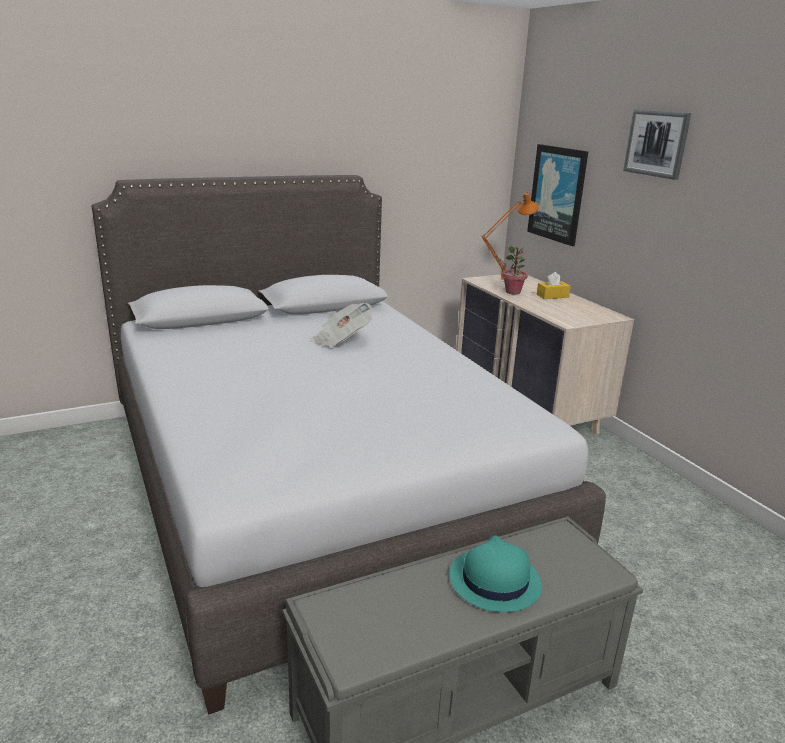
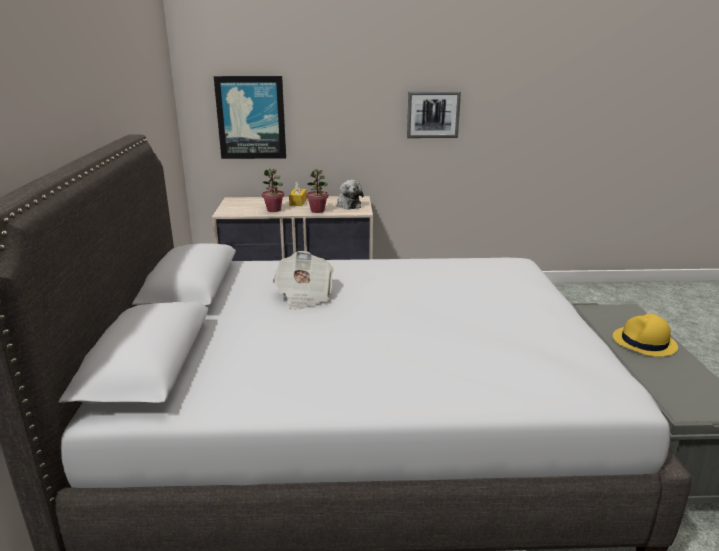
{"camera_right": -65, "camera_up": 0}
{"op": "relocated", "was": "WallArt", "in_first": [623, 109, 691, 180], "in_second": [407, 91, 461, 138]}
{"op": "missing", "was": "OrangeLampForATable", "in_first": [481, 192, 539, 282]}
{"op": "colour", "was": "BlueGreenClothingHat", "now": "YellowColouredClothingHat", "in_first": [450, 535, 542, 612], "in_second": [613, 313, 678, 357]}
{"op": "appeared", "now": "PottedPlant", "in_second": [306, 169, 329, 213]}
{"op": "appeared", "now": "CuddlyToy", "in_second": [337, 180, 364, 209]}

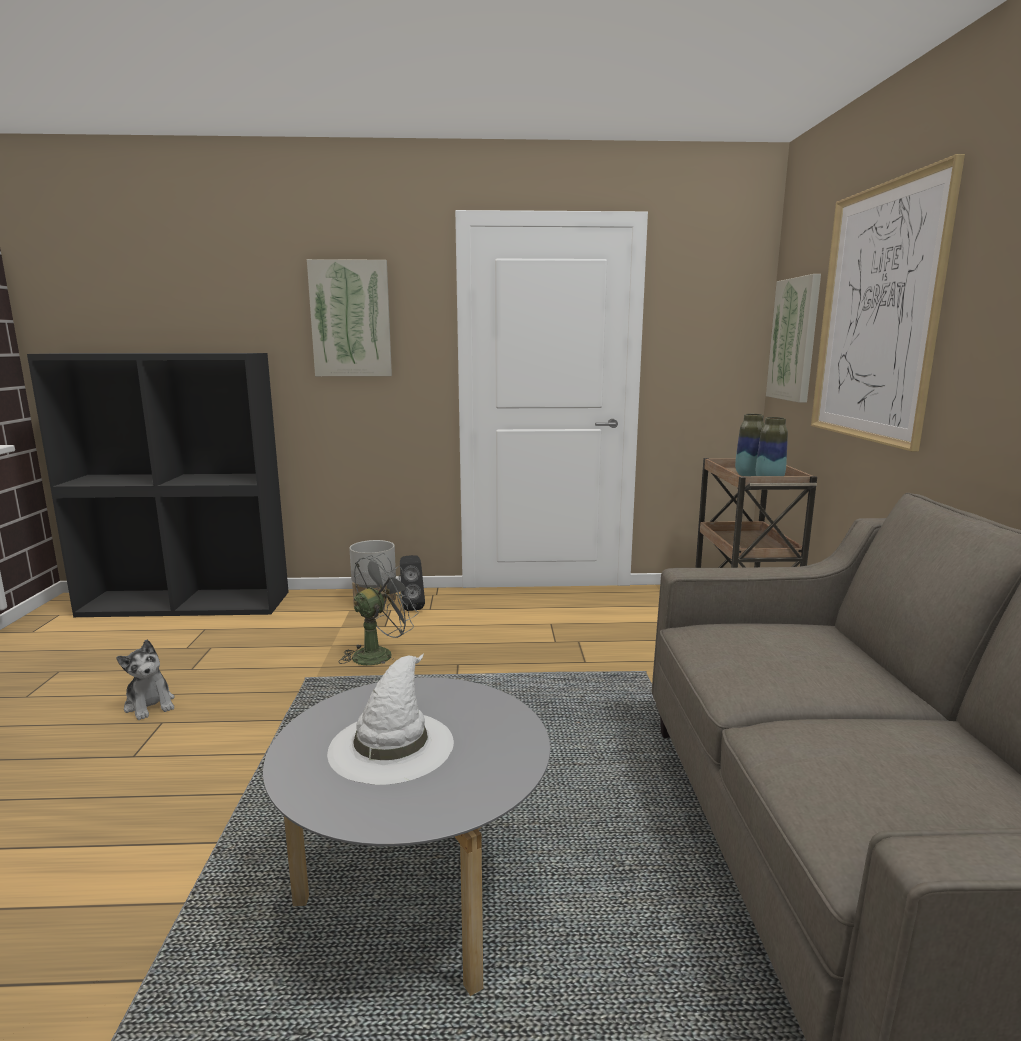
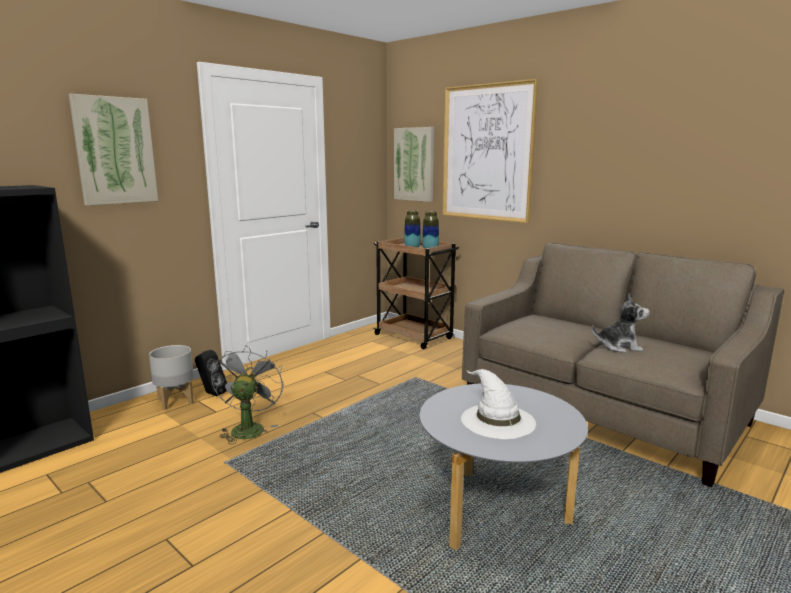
{"camera_right": -45, "camera_up": 0}
{"op": "relocated", "was": "CuddlyToy", "in_first": [116, 640, 175, 720], "in_second": [592, 294, 650, 353]}

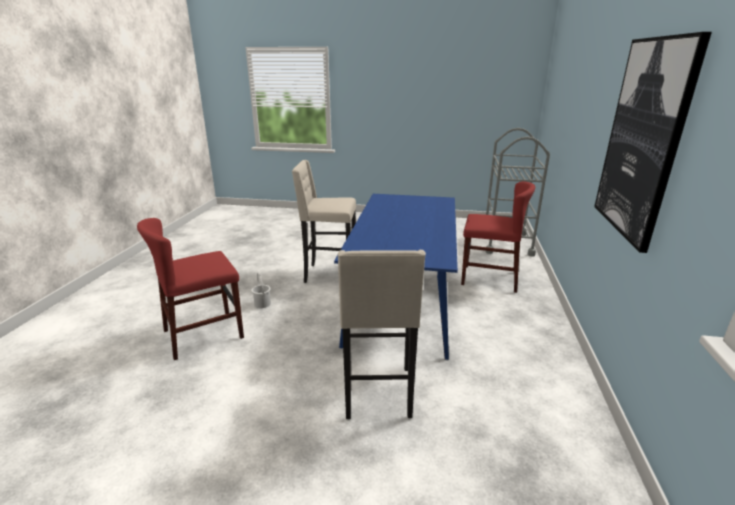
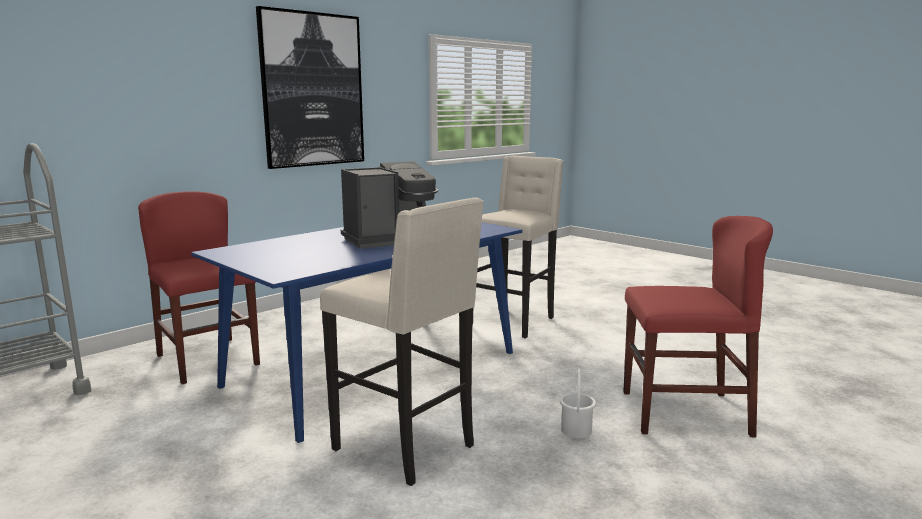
{"camera_right": -145, "camera_up": -10}
{"op": "appeared", "now": "CoffeeBrewer", "in_second": [341, 161, 438, 249]}

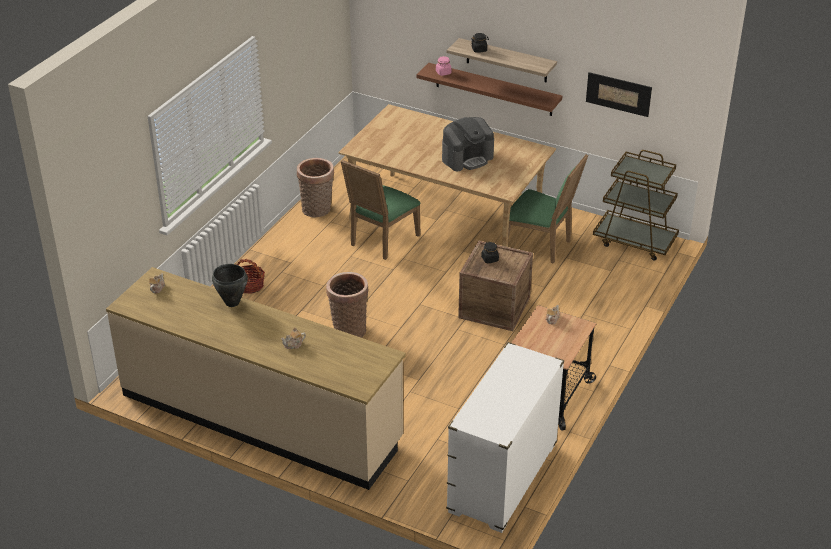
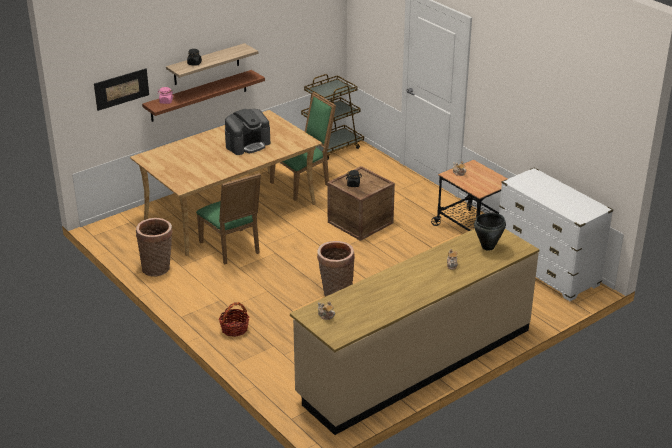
{"camera_right": -65, "camera_up": -5}
{"op": "relocated", "was": "WallArt", "in_first": [586, 72, 652, 117], "in_second": [94, 69, 149, 111]}
{"op": "spun", "was": "CoffeeBrewer", "in_first": [442, 117, 494, 171], "in_second": [225, 109, 270, 155], "clockwise": 60}
{"op": "relocated", "was": "BlackColouredStockpot", "in_first": [212, 264, 248, 307], "in_second": [474, 213, 506, 251]}

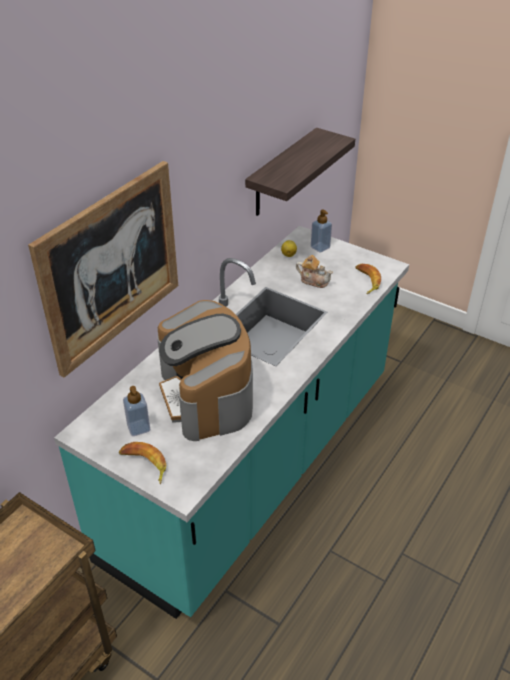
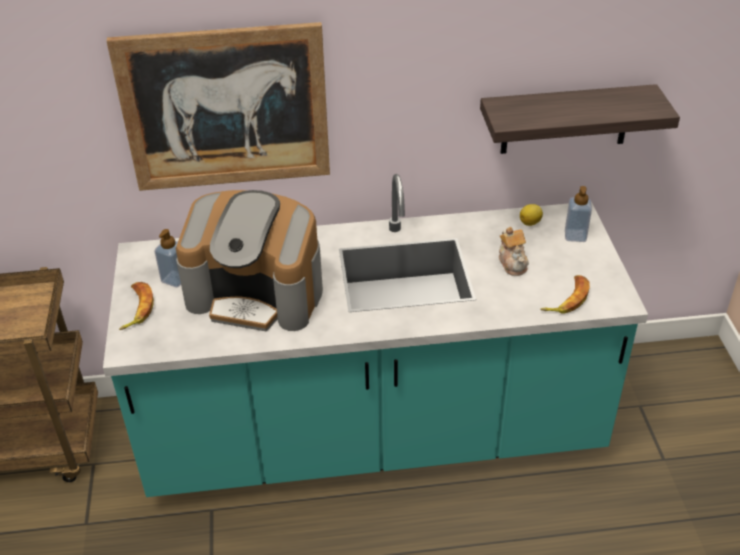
{"camera_right": 50, "camera_up": 0}
{"op": "spun", "was": "CoffeeBrewer", "in_first": [157, 300, 253, 441], "in_second": [176, 190, 323, 332], "clockwise": -105}

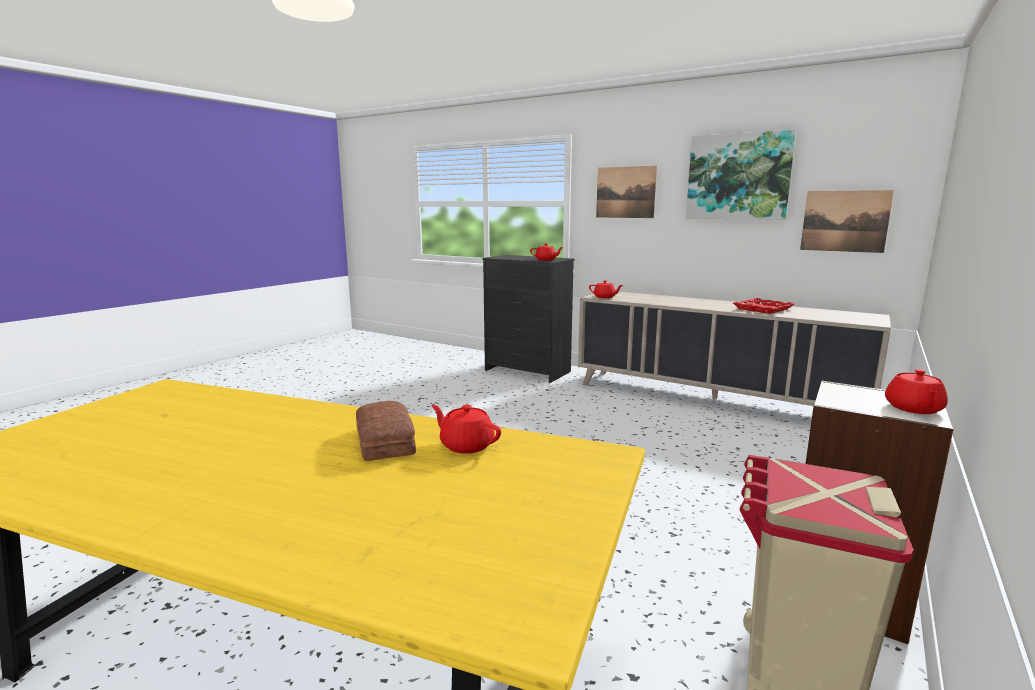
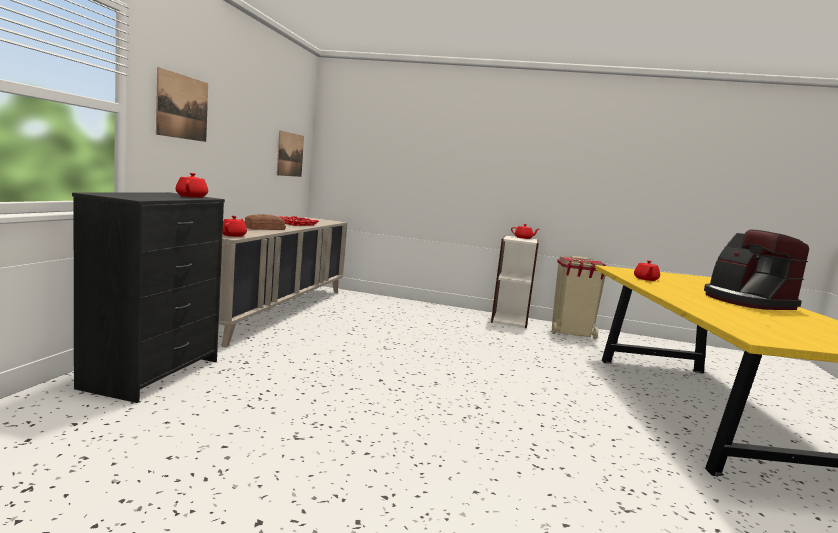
{"camera_right": -110, "camera_up": -5}
{"op": "missing", "was": "WallArt", "in_first": [686, 130, 796, 220]}
{"op": "relocated", "was": "BakedBread", "in_first": [356, 401, 416, 461], "in_second": [244, 214, 286, 230]}
{"op": "appeared", "now": "CoffeeBrewer", "in_second": [704, 230, 809, 310]}

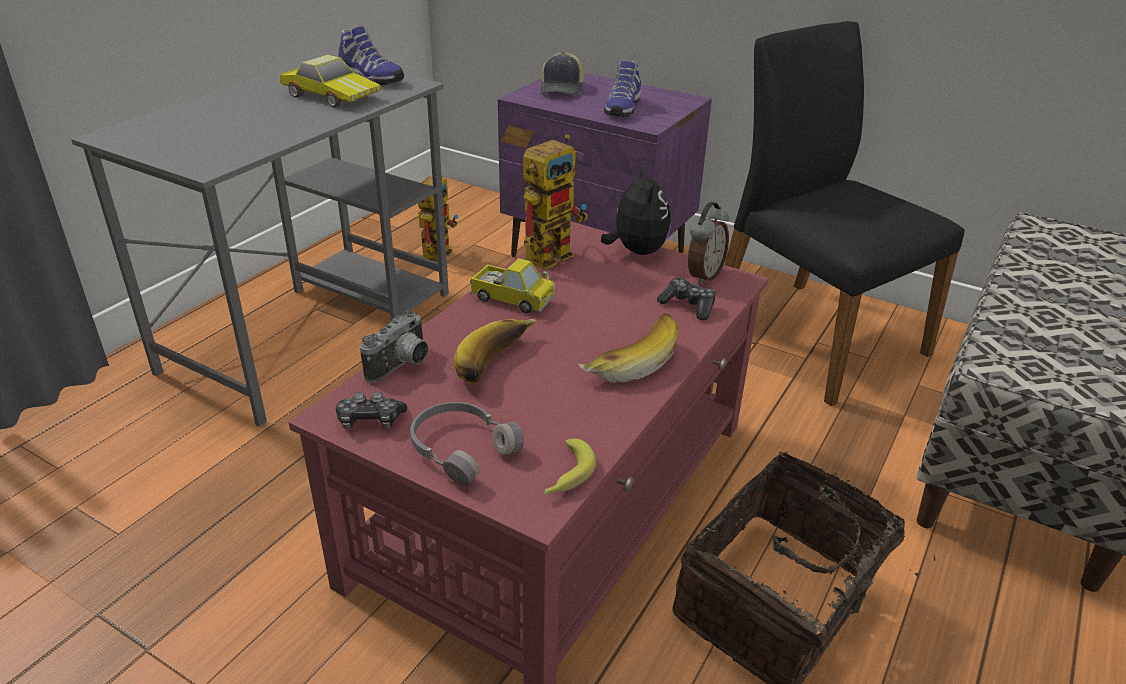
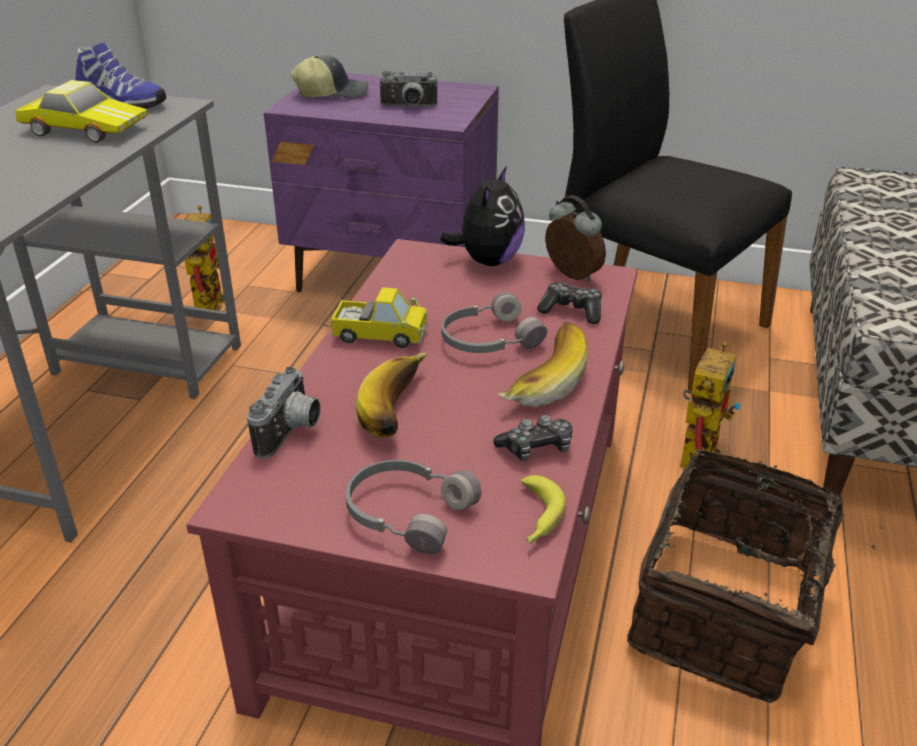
{"camera_right": -15, "camera_up": 0}
{"op": "spun", "was": "PeakedCap", "in_first": [541, 52, 584, 95], "in_second": [291, 55, 369, 99], "clockwise": -90}
{"op": "exchanged", "was": "LowShoe", "now": "StillCamera", "in_first": [604, 61, 641, 117], "in_second": [379, 71, 438, 106]}
{"op": "relocated", "was": "ModelRobot", "in_first": [523, 134, 588, 270], "in_second": [680, 342, 740, 468]}
{"op": "spun", "was": "CuddlyToy", "in_first": [601, 166, 671, 255], "in_second": [440, 166, 525, 266], "clockwise": 45}
{"op": "spun", "was": "BedsideClock", "in_first": [688, 202, 729, 285], "in_second": [545, 195, 606, 282], "clockwise": -60}
{"op": "relocated", "was": "Gamepad", "in_first": [336, 392, 407, 429], "in_second": [493, 415, 573, 461]}
{"op": "appeared", "now": "GreyHeadset", "in_second": [441, 292, 547, 353]}

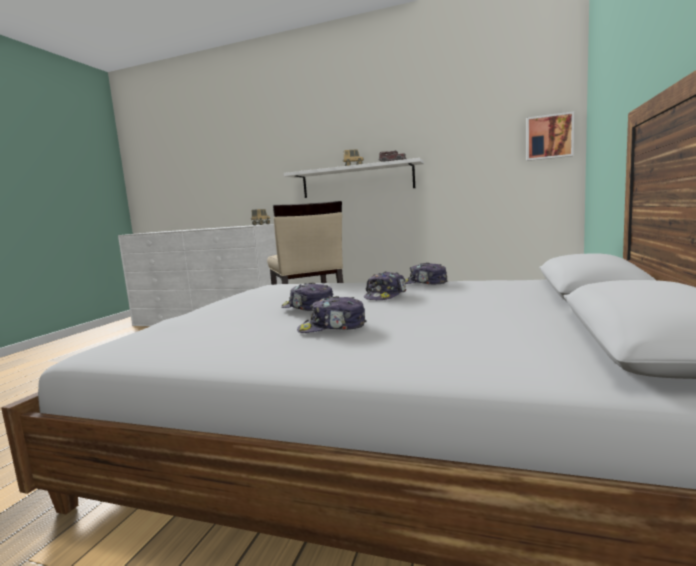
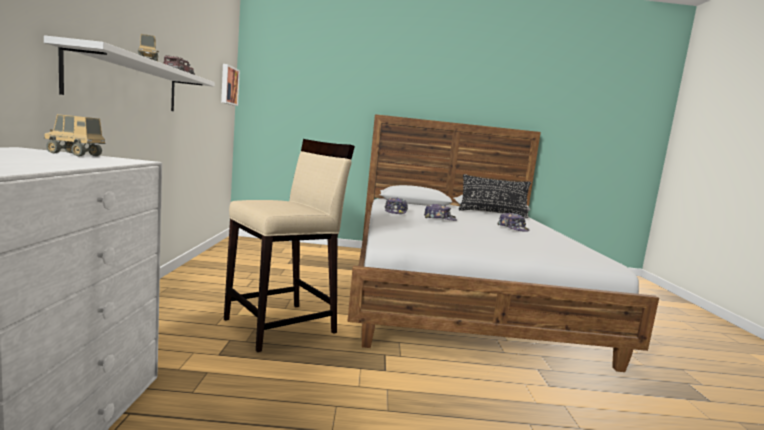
{"camera_right": -110, "camera_up": 0}
{"op": "missing", "was": "PeakedCap", "in_first": [281, 283, 334, 311]}
{"op": "appeared", "now": "BlackColouredCushion", "in_second": [458, 174, 531, 218]}

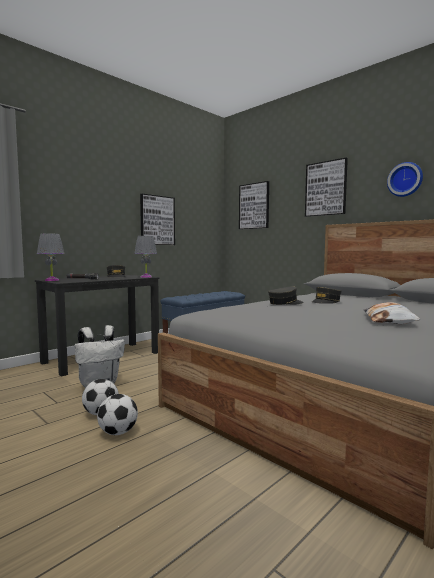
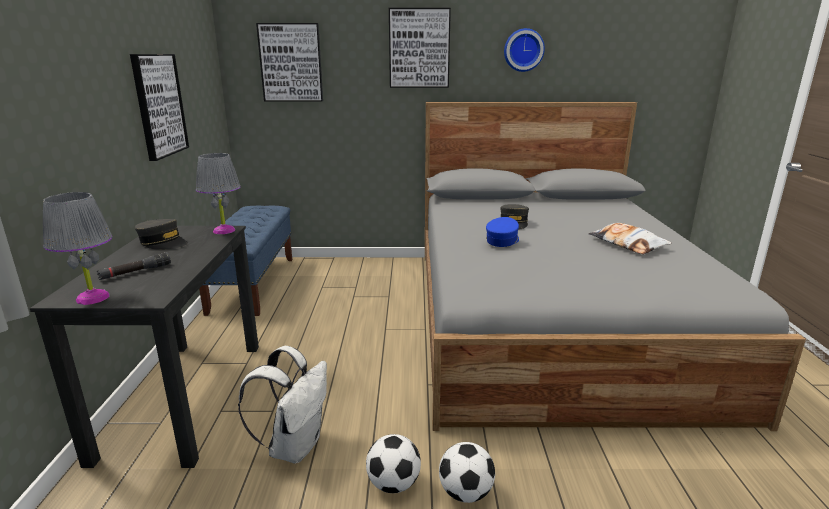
{"camera_right": -45, "camera_up": 15}
{"op": "colour", "was": "GreyPeakedCap", "now": "BluePeakedCap", "in_first": [268, 286, 304, 305], "in_second": [486, 217, 519, 247]}

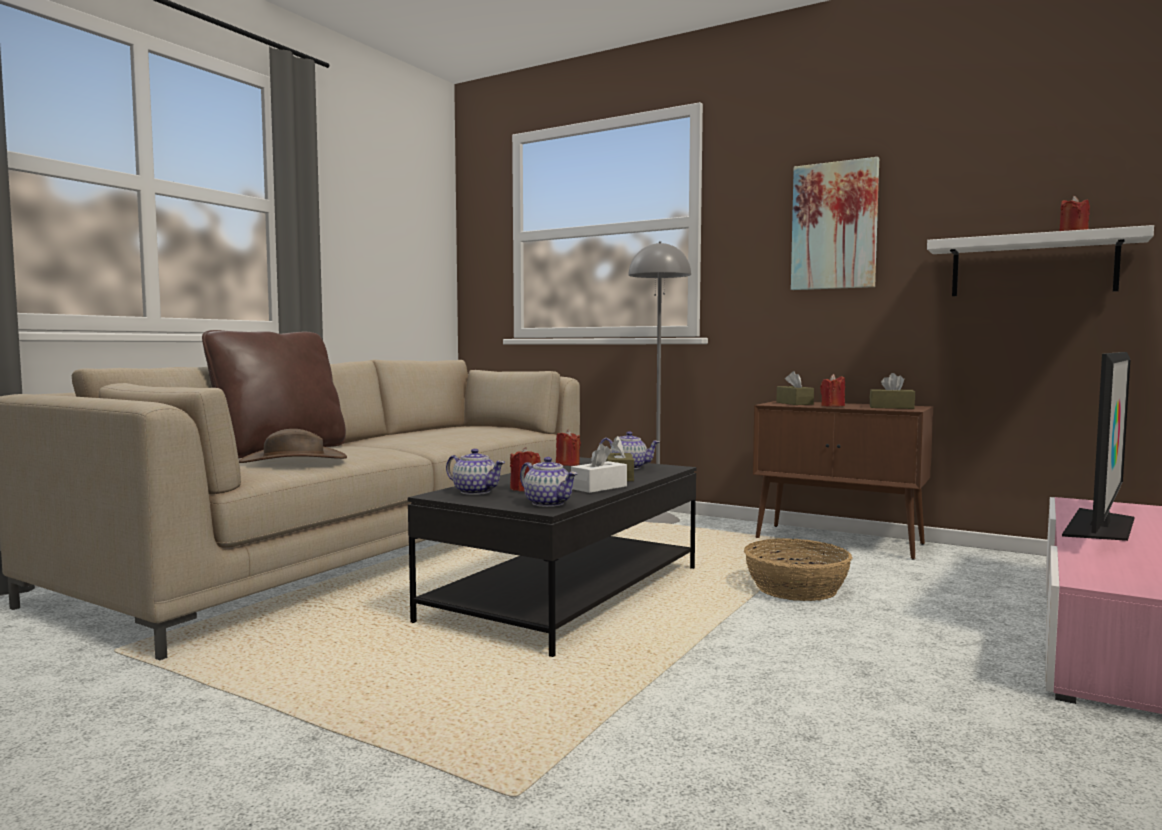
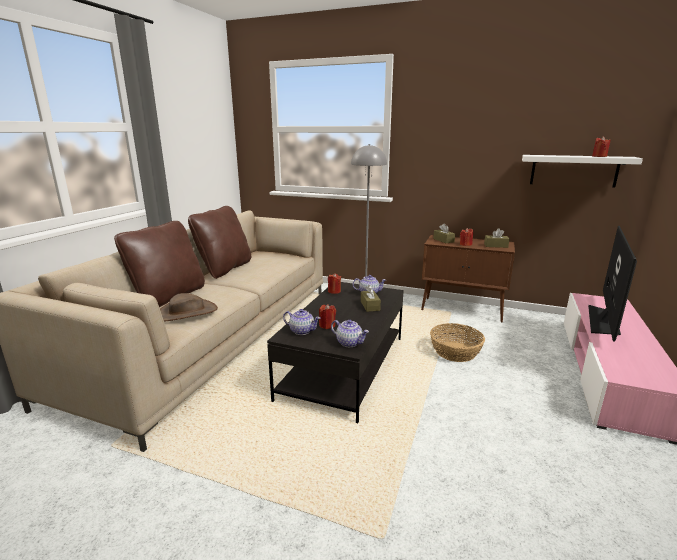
{"camera_right": -10, "camera_up": 15}
{"op": "missing", "was": "WallArt", "in_first": [791, 157, 879, 290]}
{"op": "missing", "was": "WhiteColouredTissueBox", "in_first": [571, 444, 627, 493]}
{"op": "appeared", "now": "BrownCushion", "in_second": [188, 206, 252, 279]}

